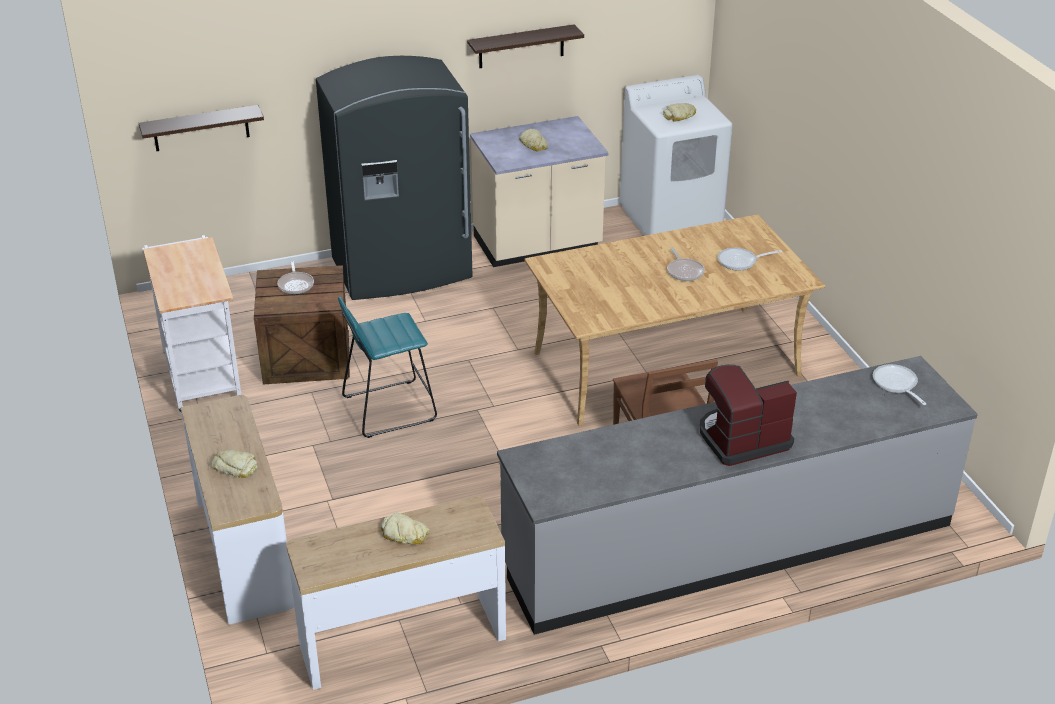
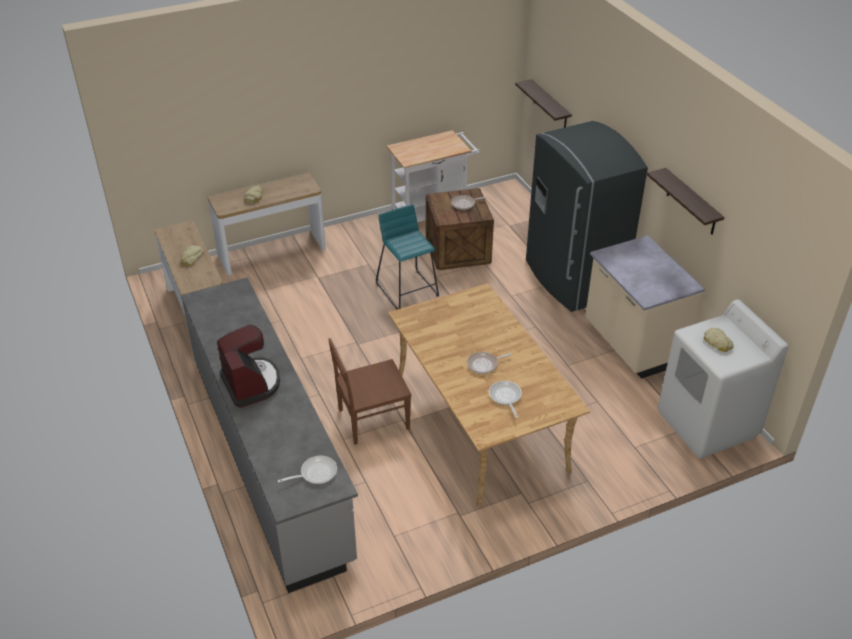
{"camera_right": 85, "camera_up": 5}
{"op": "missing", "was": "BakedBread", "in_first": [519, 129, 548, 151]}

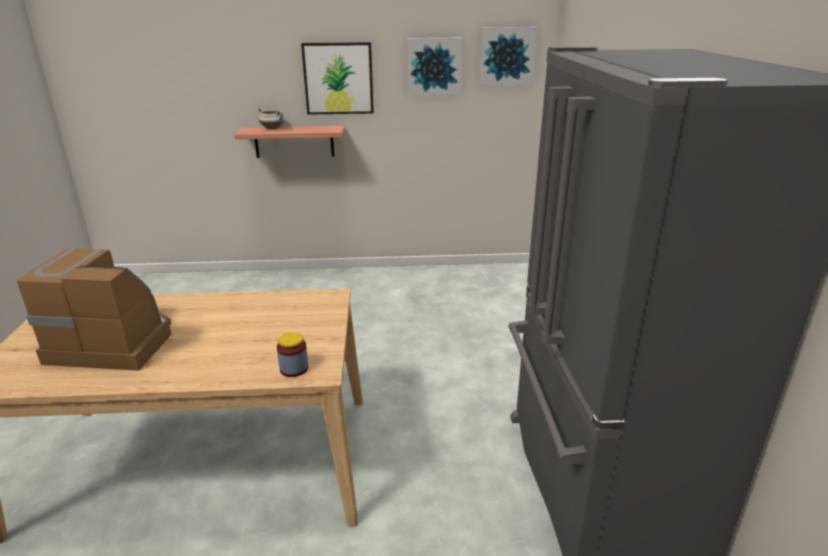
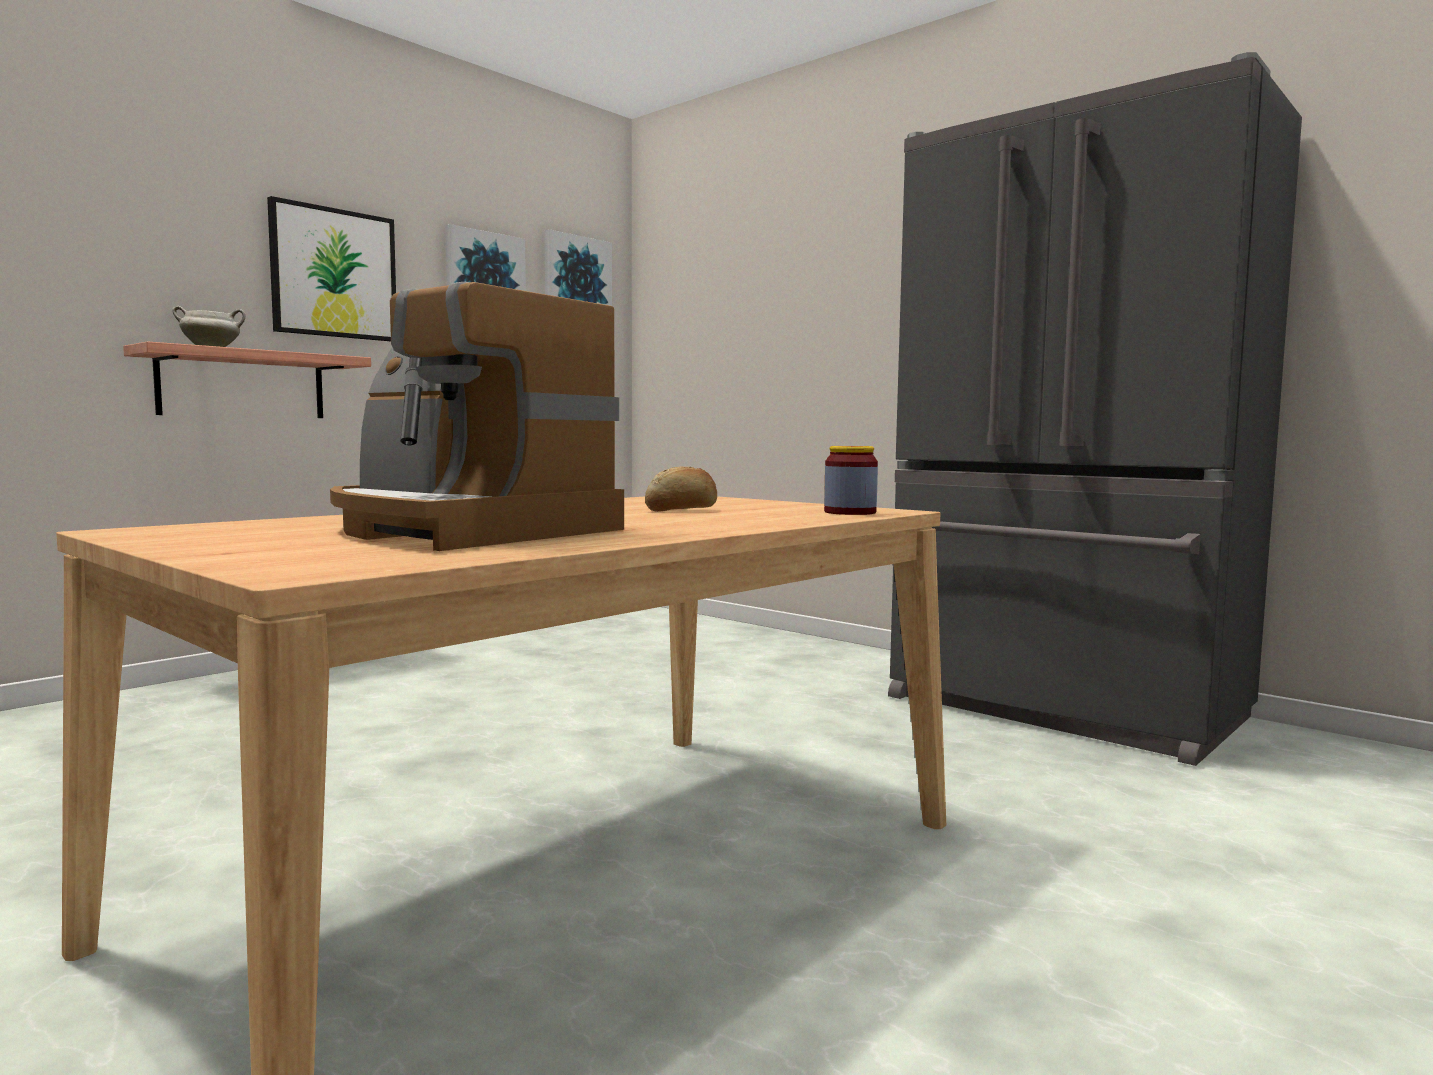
{"camera_right": -45, "camera_up": -20}
{"op": "spun", "was": "CoffeeBrewer", "in_first": [16, 248, 172, 371], "in_second": [330, 281, 624, 551], "clockwise": -105}
{"op": "appeared", "now": "BakedBread", "in_second": [645, 467, 717, 512]}

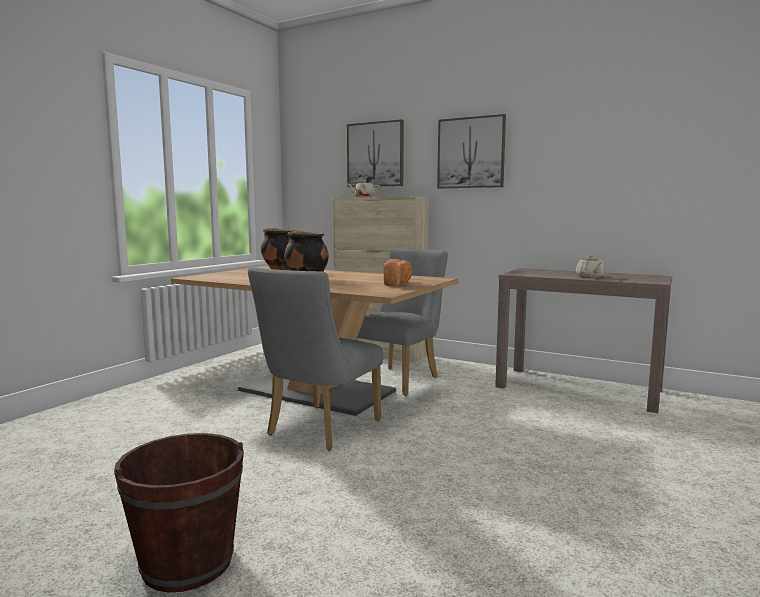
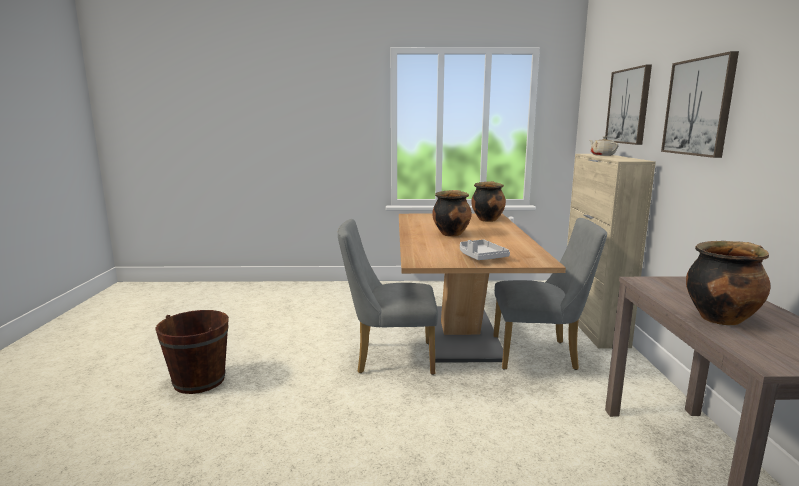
{"camera_right": 60, "camera_up": 5}
{"op": "exchanged", "was": "SandColouredPotForTea", "now": "Stockpot", "in_first": [576, 255, 605, 278], "in_second": [686, 241, 771, 325]}
{"op": "exchanged", "was": "BakedBread", "now": "GreyTray", "in_first": [384, 259, 412, 285], "in_second": [460, 240, 510, 260]}

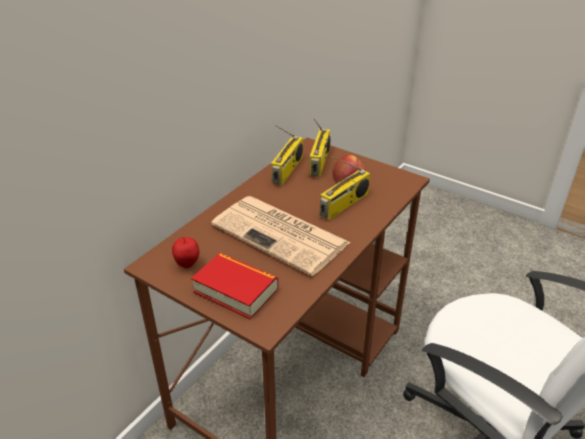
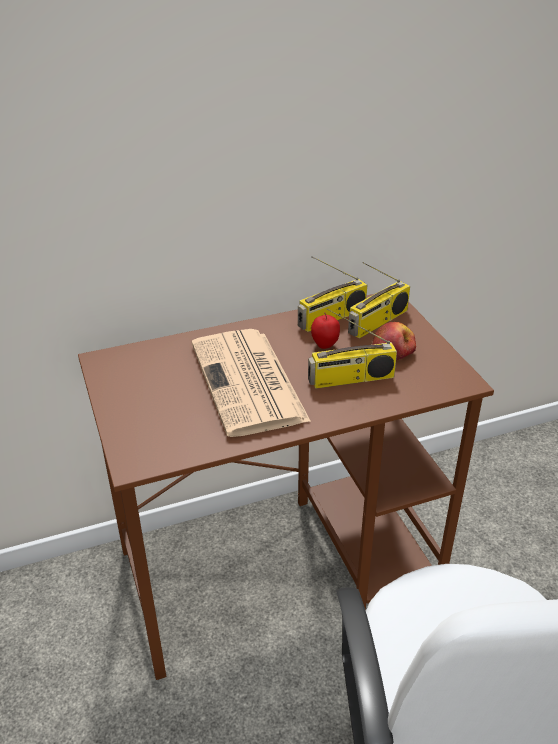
{"camera_right": 35, "camera_up": 0}
{"op": "relocated", "was": "AppleFruit", "in_first": [172, 237, 199, 268], "in_second": [311, 312, 340, 349]}
{"op": "missing", "was": "Book", "in_first": [191, 253, 278, 319]}

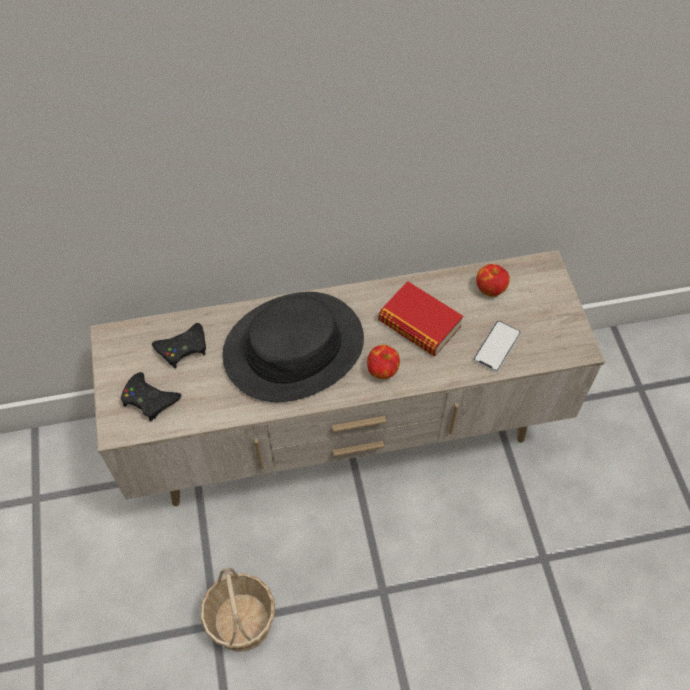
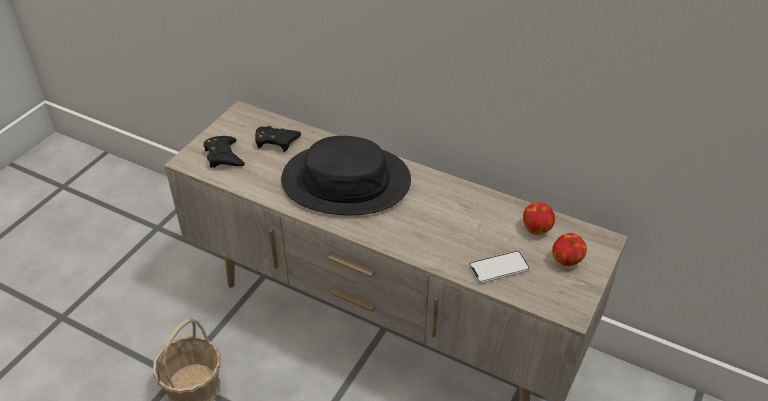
{"camera_right": 40, "camera_up": -15}
{"op": "missing", "was": "Book", "in_first": [378, 281, 463, 356]}
{"op": "relocated", "was": "AppleFruit", "in_first": [367, 345, 400, 379], "in_second": [552, 233, 587, 266]}

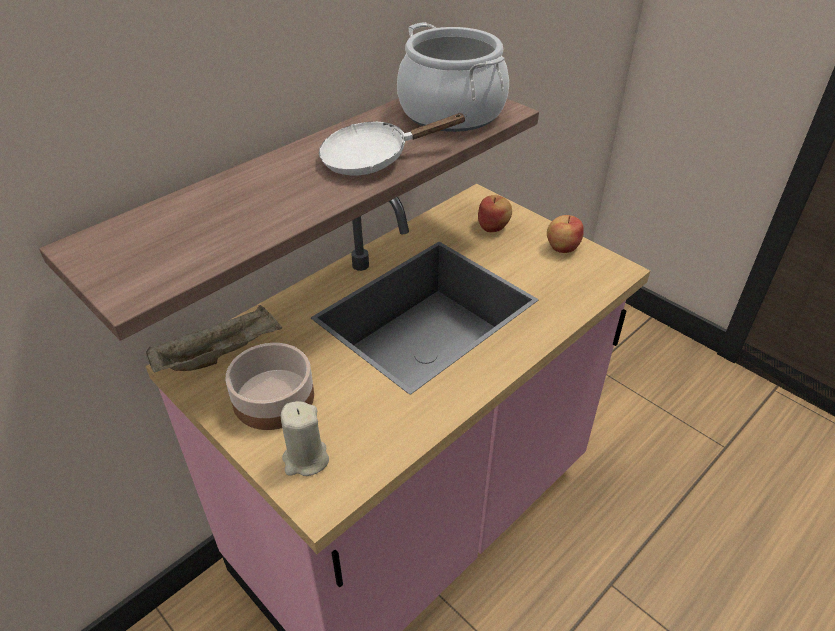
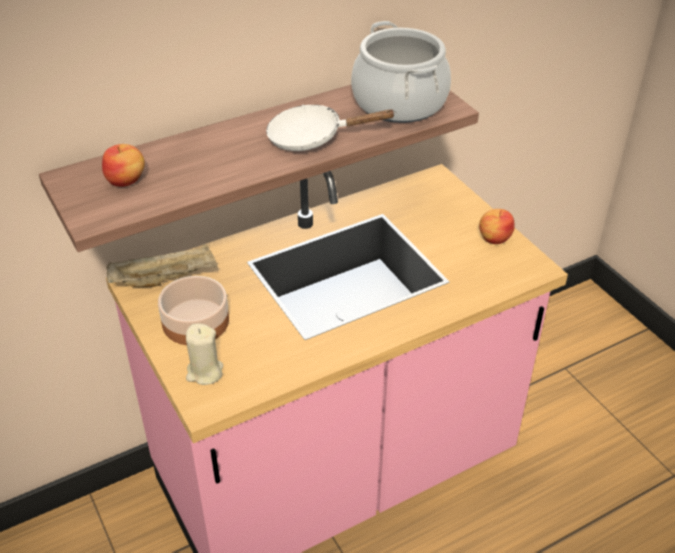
{"camera_right": 15, "camera_up": 0}
{"op": "relocated", "was": "AppleFruit", "in_first": [478, 195, 512, 232], "in_second": [102, 144, 145, 187]}

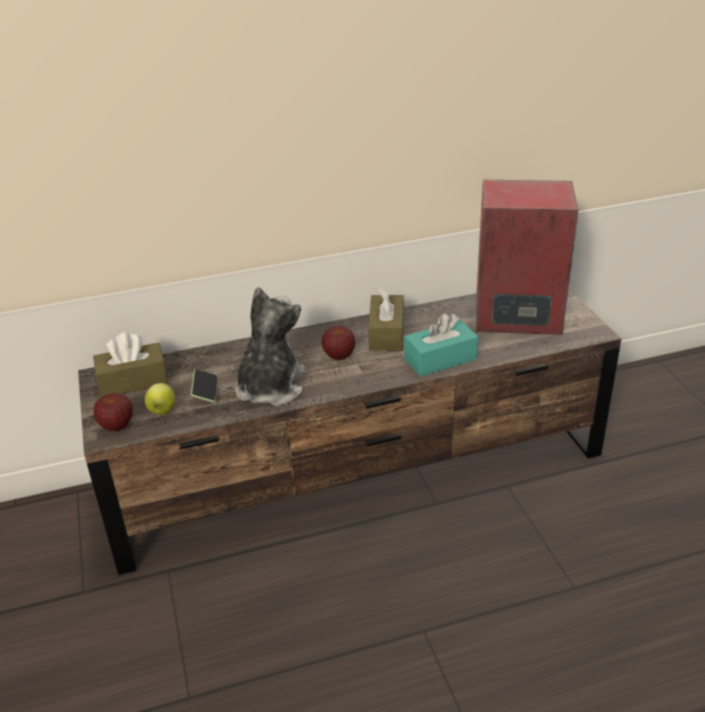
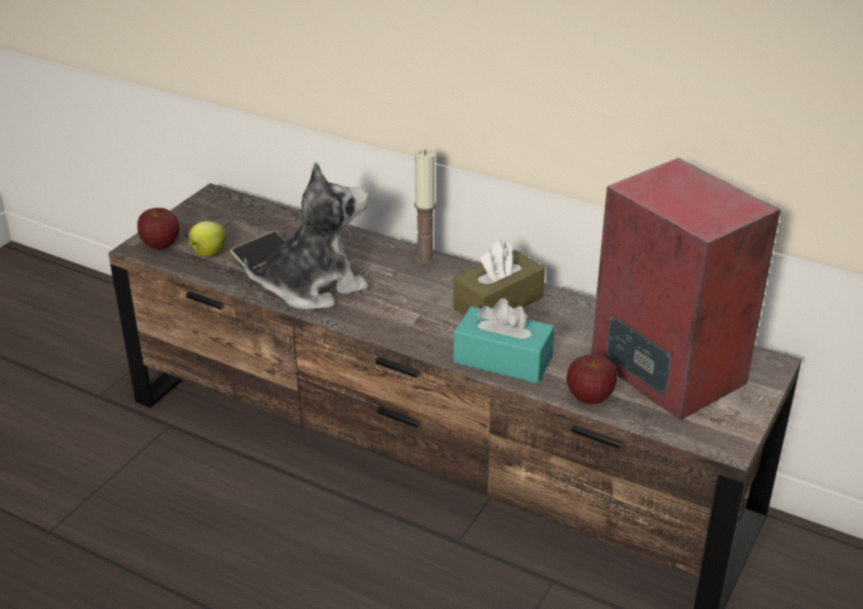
{"camera_right": 45, "camera_up": 0}
{"op": "relocated", "was": "AppleFruit", "in_first": [322, 326, 355, 360], "in_second": [566, 354, 617, 405]}
{"op": "missing", "was": "BrownTissueBox", "in_first": [93, 332, 168, 397]}
{"op": "appeared", "now": "Candle", "in_second": [414, 149, 436, 264]}

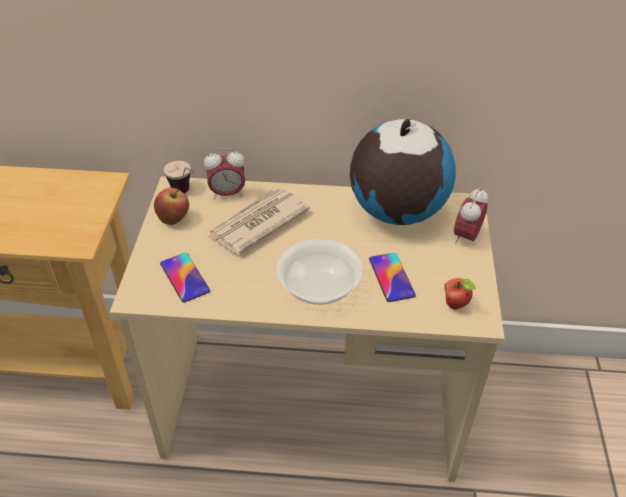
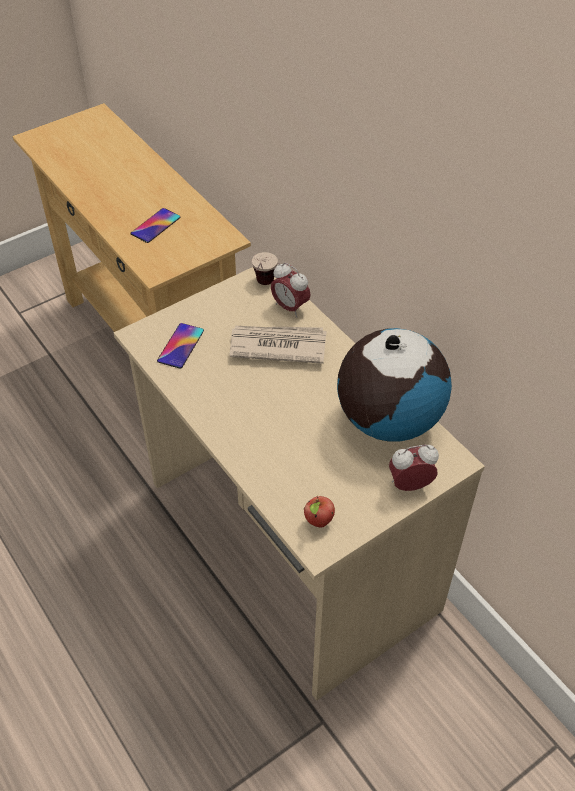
{"camera_right": 50, "camera_up": 5}
{"op": "missing", "was": "AppleFruit", "in_first": [154, 188, 189, 225]}
{"op": "missing", "was": "Bowl", "in_first": [277, 239, 363, 305]}
{"op": "relocated", "was": "Phone", "in_first": [369, 253, 416, 302], "in_second": [130, 208, 180, 243]}

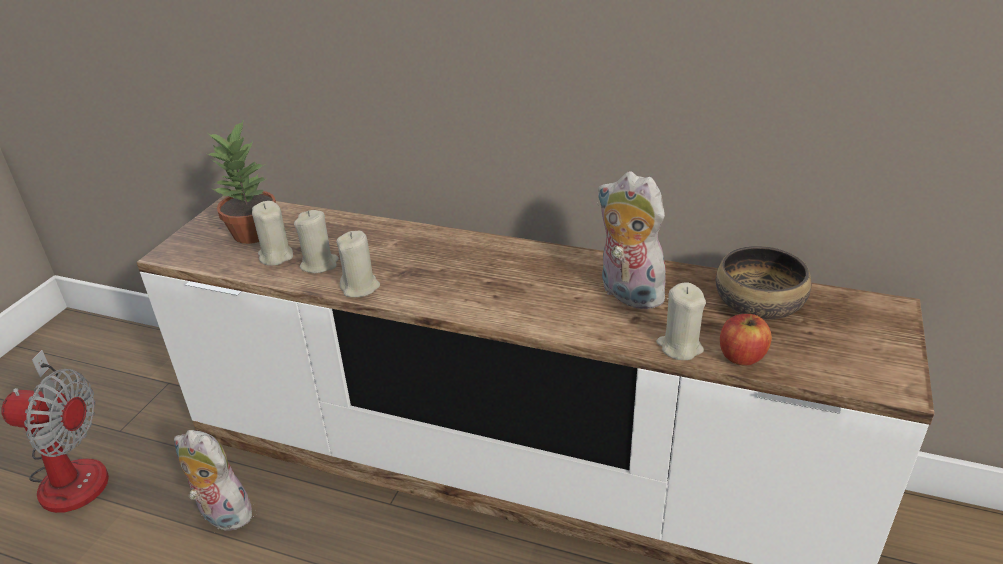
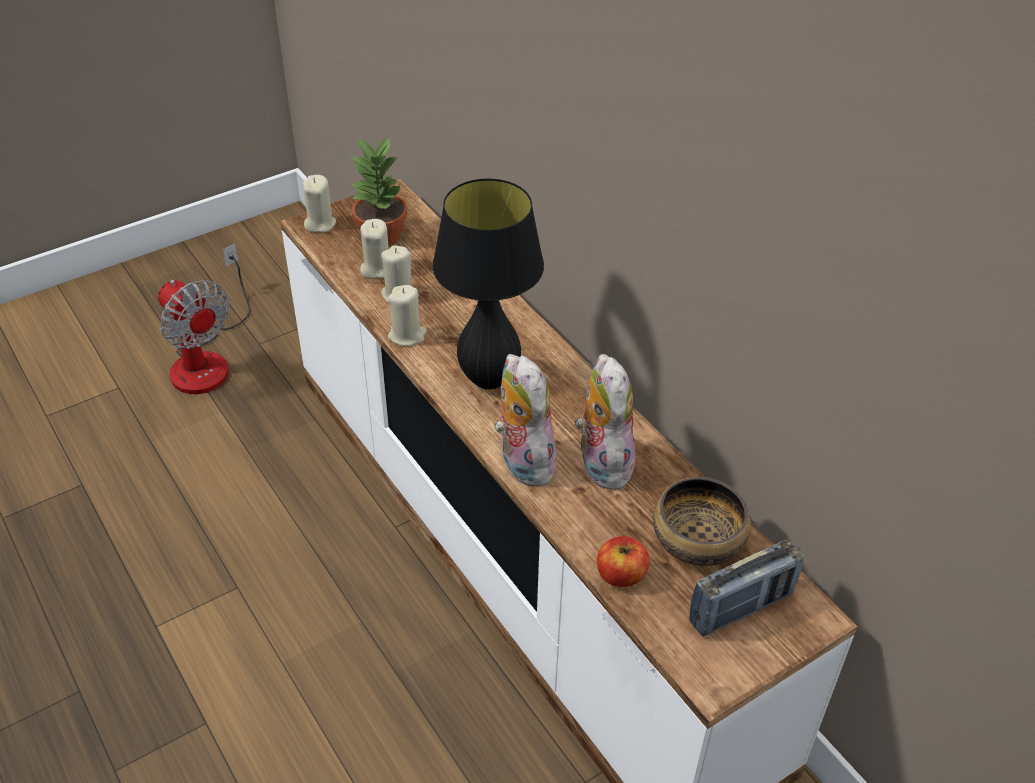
{"camera_right": 35, "camera_up": 10}
{"op": "relocated", "was": "SandColouredCandle", "in_first": [657, 282, 706, 360], "in_second": [303, 175, 336, 233]}
{"op": "relocated", "was": "CuddlyToy", "in_first": [174, 430, 259, 531], "in_second": [494, 354, 558, 486]}
{"op": "appeared", "now": "BlackColouredLampForATable", "in_second": [432, 178, 544, 390]}
{"op": "appeared", "now": "RadioSet", "in_second": [689, 540, 804, 637]}

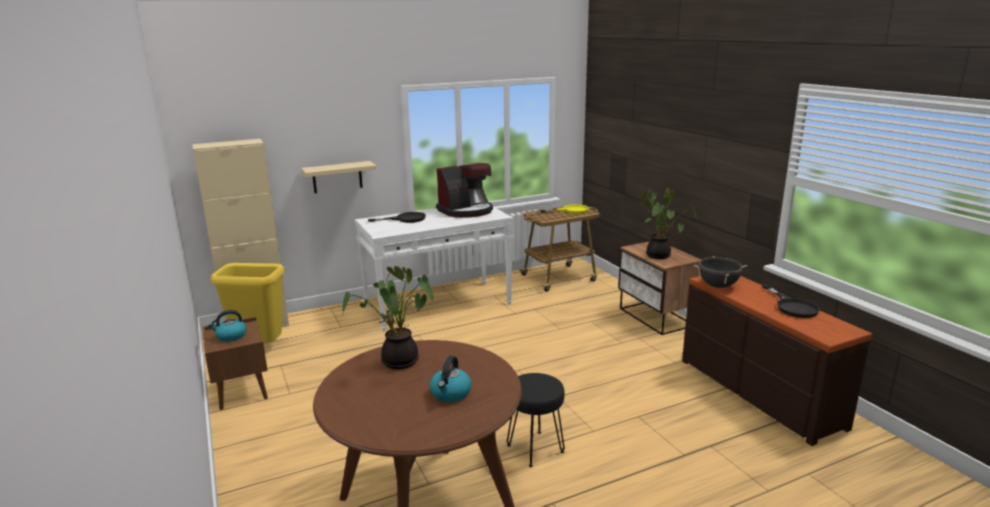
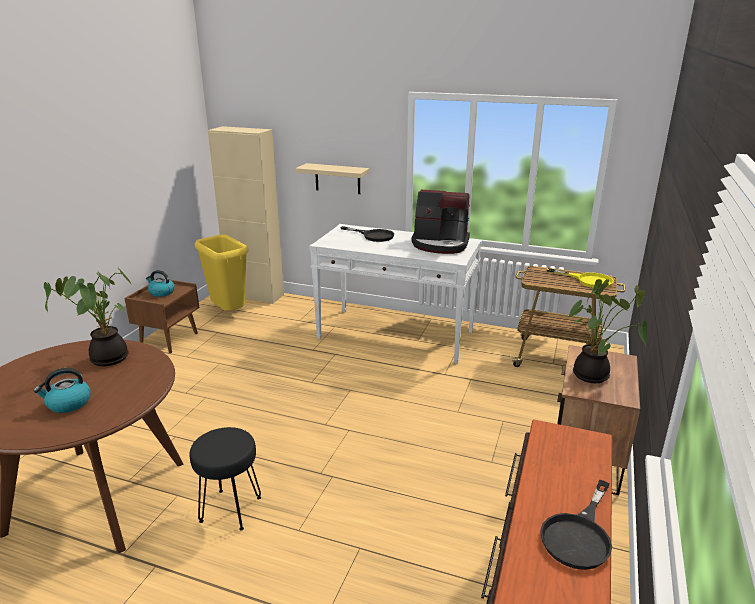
{"camera_right": 45, "camera_up": 5}
{"op": "missing", "was": "BlackColouredStockpot", "in_first": [694, 256, 747, 288]}

